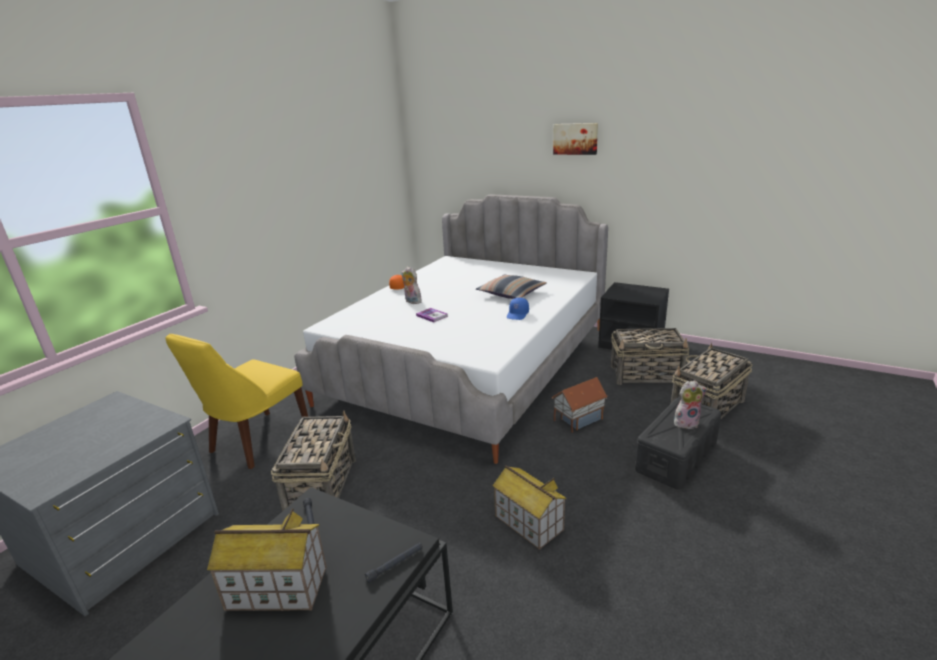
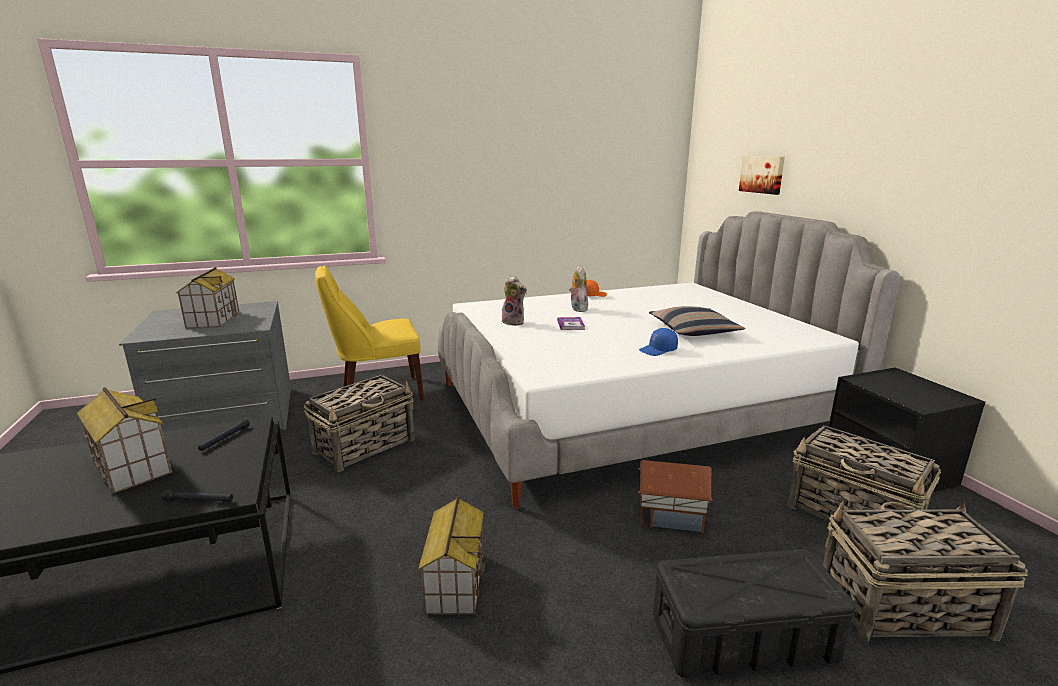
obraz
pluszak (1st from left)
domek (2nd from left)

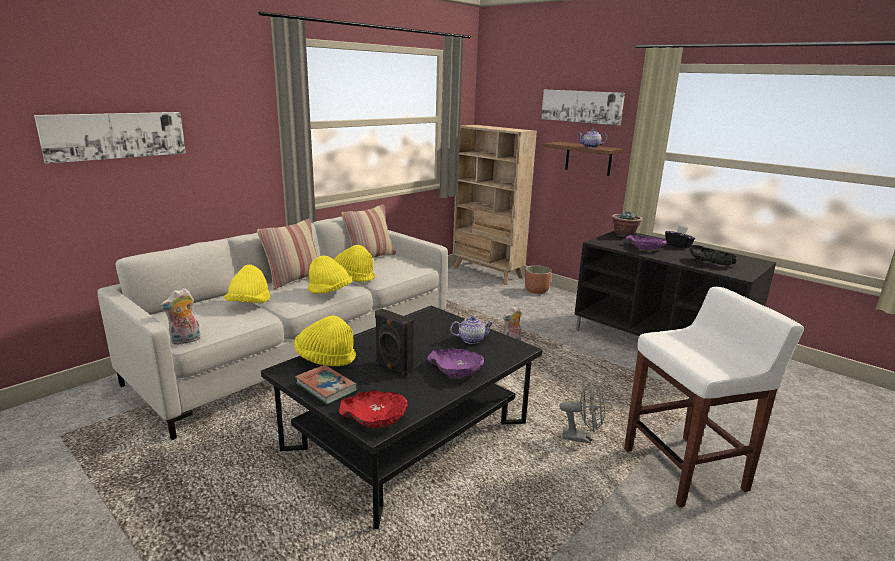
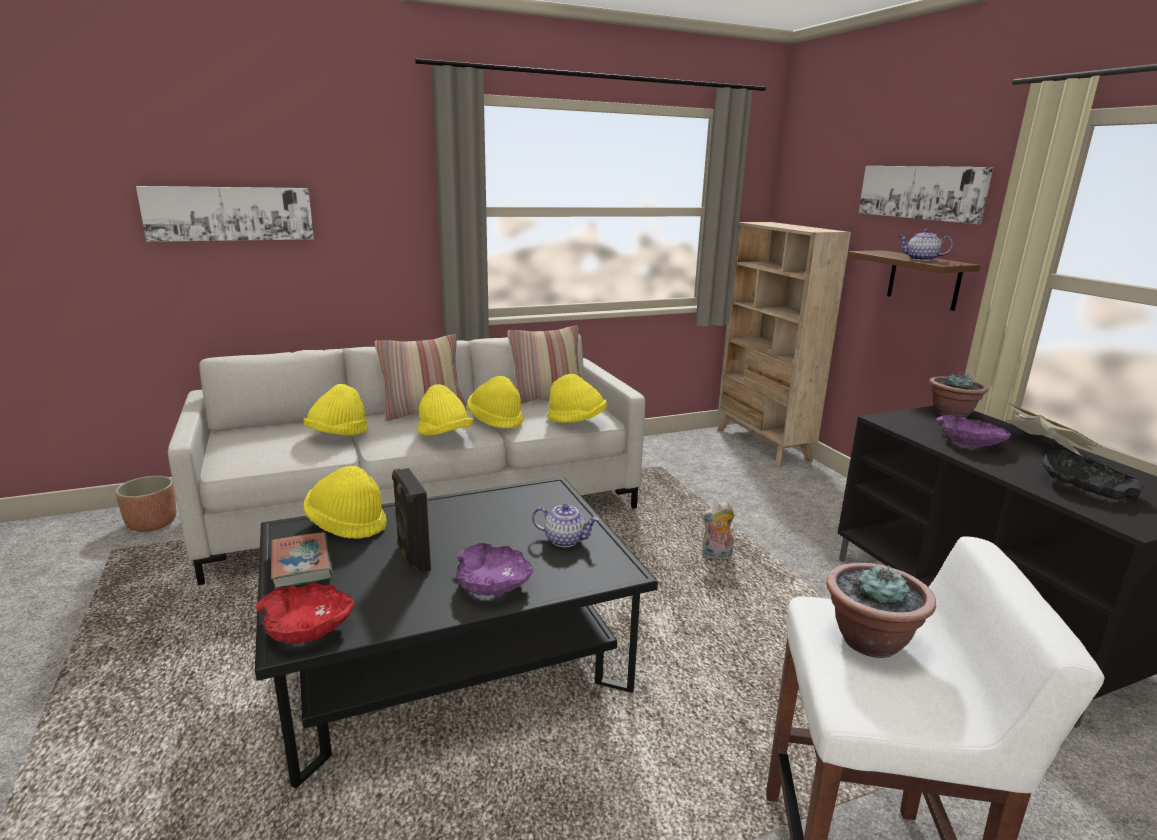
pluszak (1st from left in the first image)
donica
wentylator/szary
książka (2nd from left)
kapelusz/żółty (5th from left)
roślina doniczkowa (1st from left)

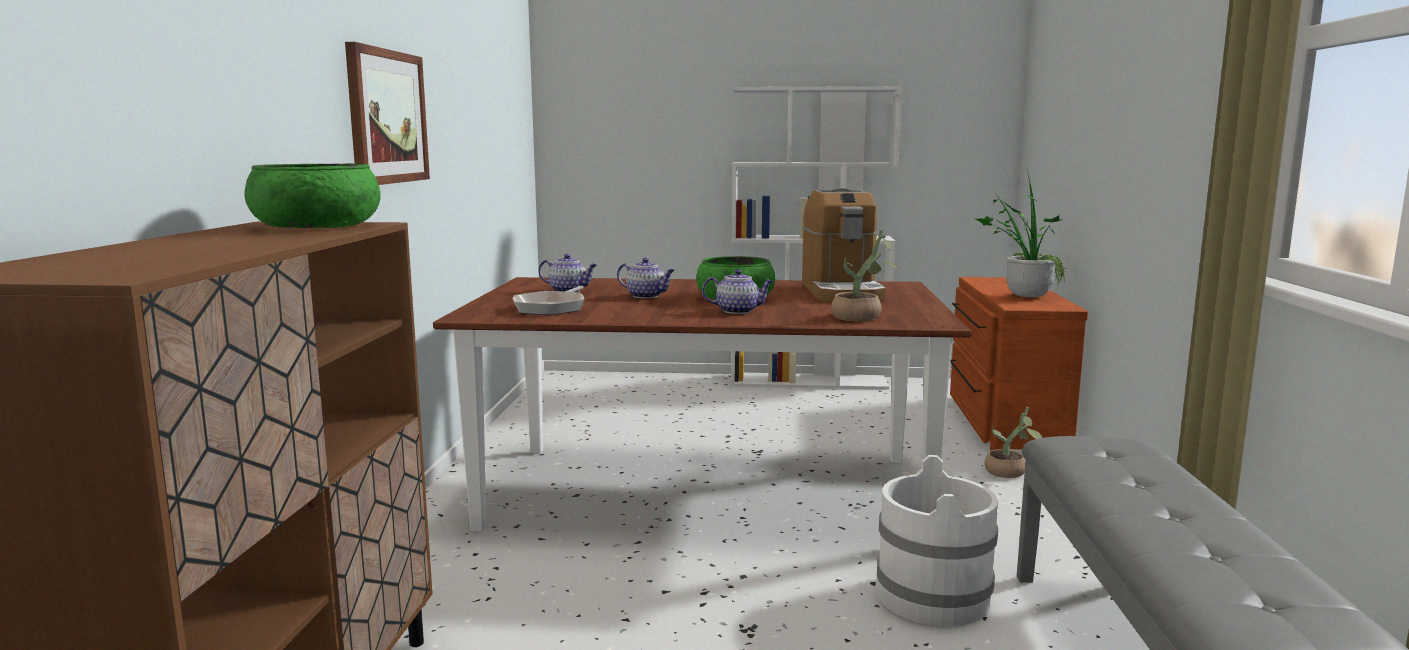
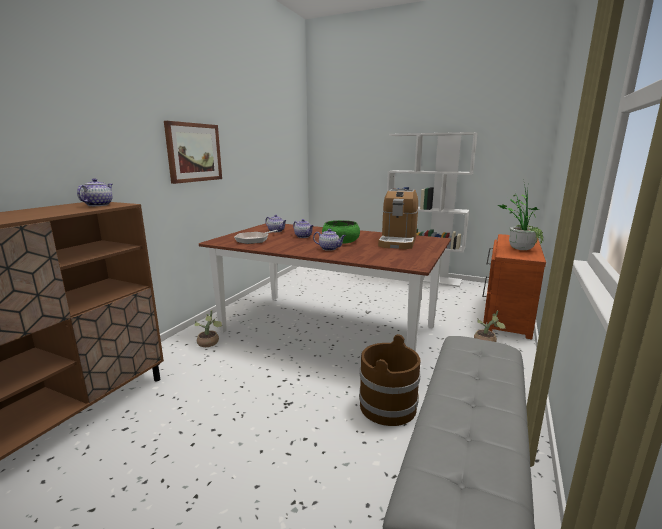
imbryk (1st from left)
roślina doniczkowa (1st from left)
wiadro/brązowy

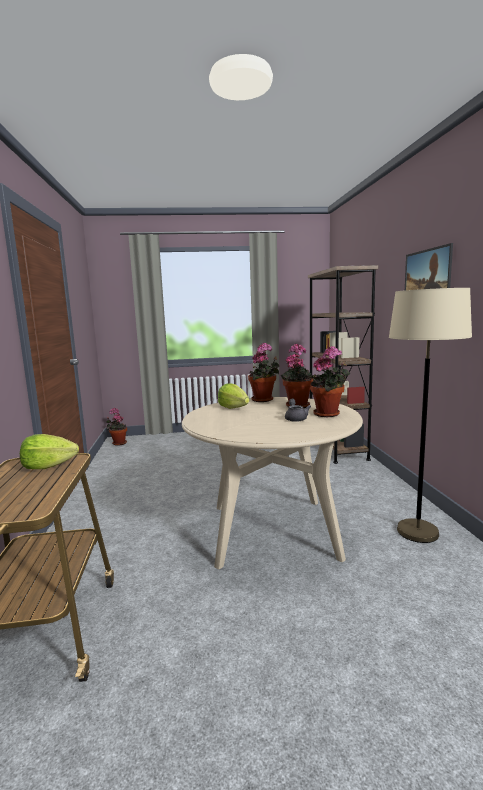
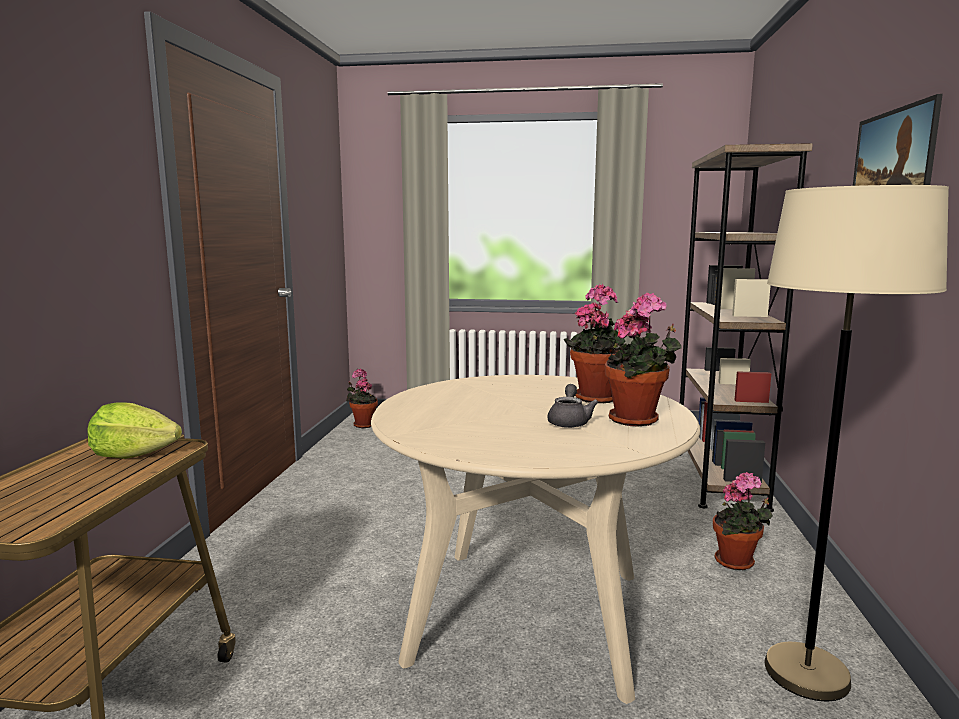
sałata (2nd from left in the first image)
roślina doniczkowa (4th from left)

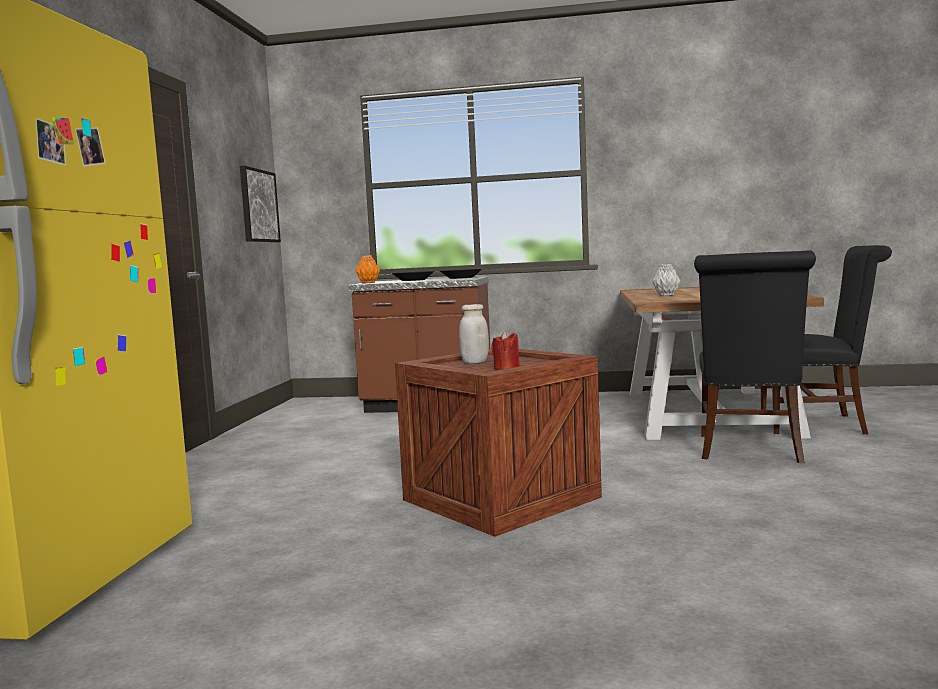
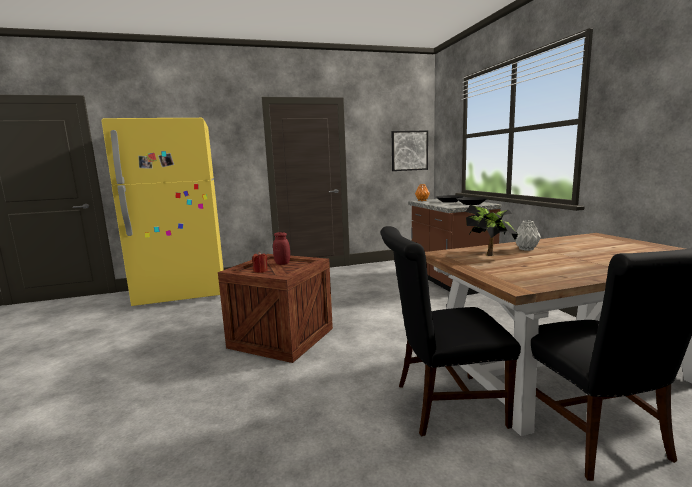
słoik/czerwony
roślina doniczkowa

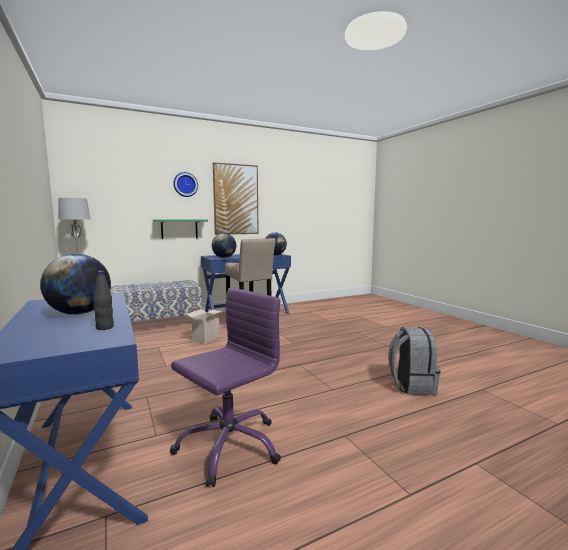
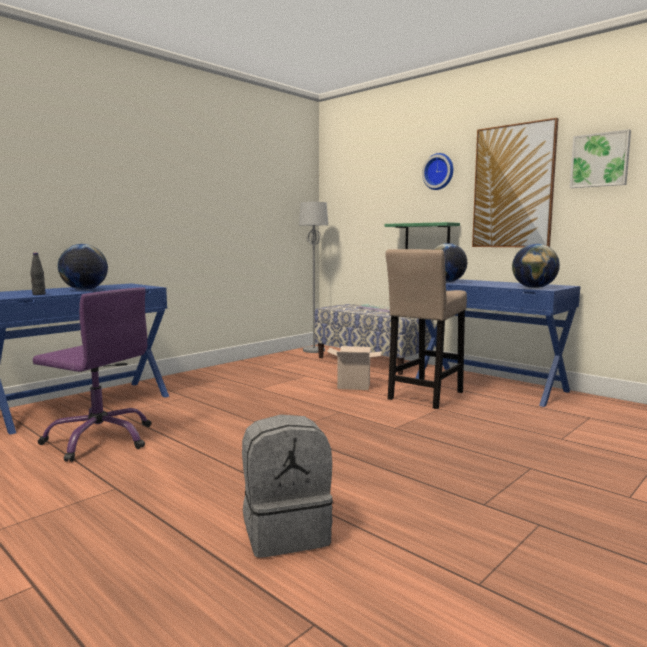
obraz (2nd from left)

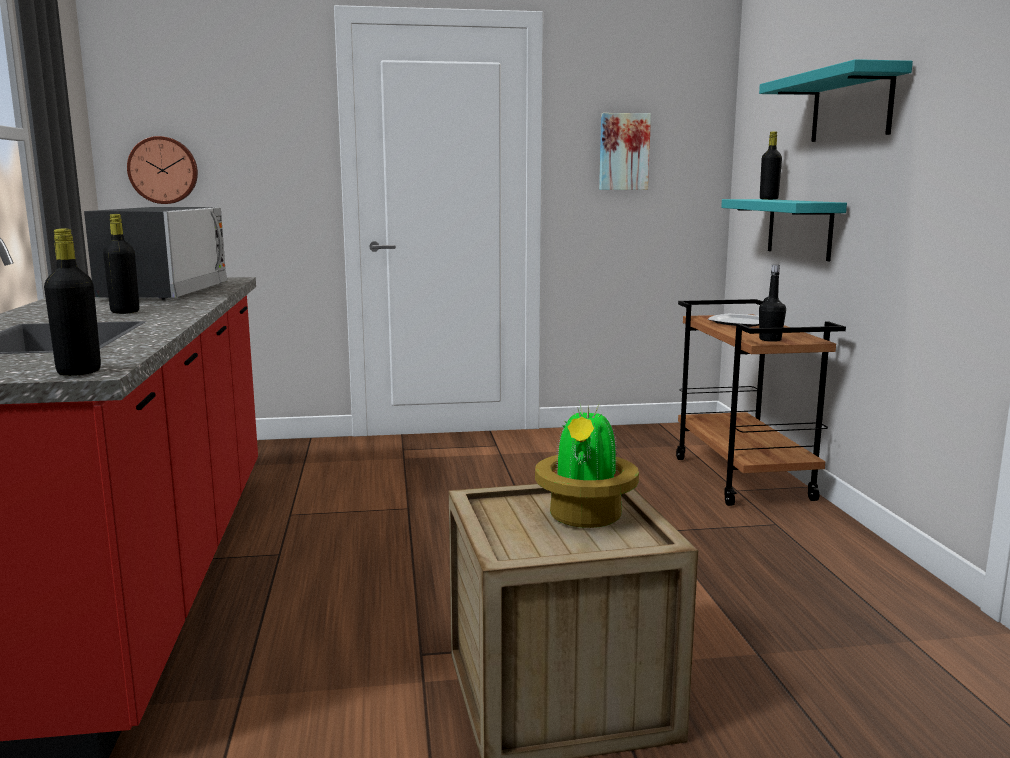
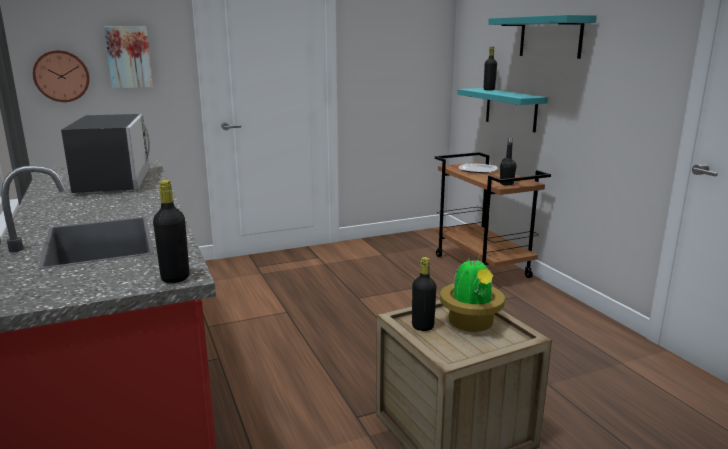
butelka/czarny (2nd from left)
obraz

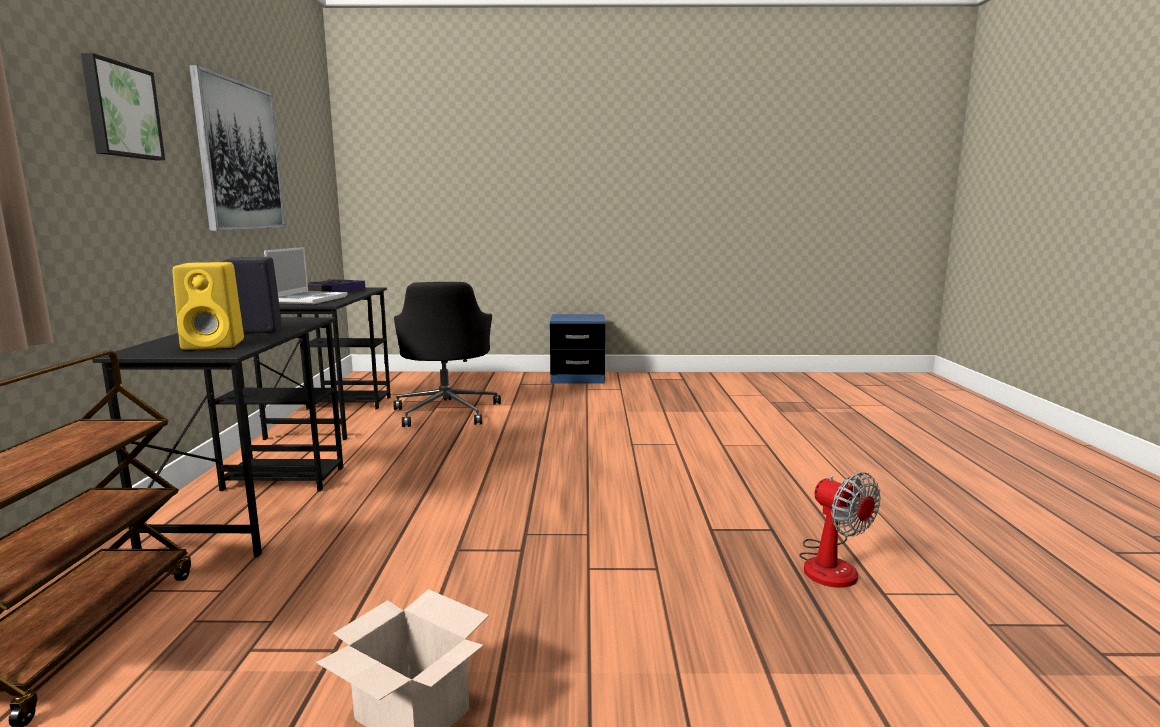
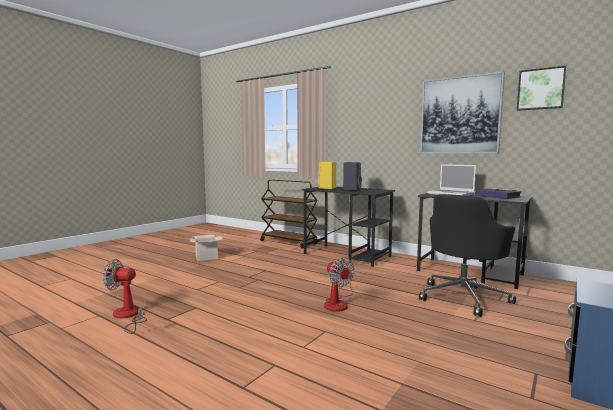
obraz (2nd from left)
krzesło biurowe/czarny
wentylator (2nd from left)

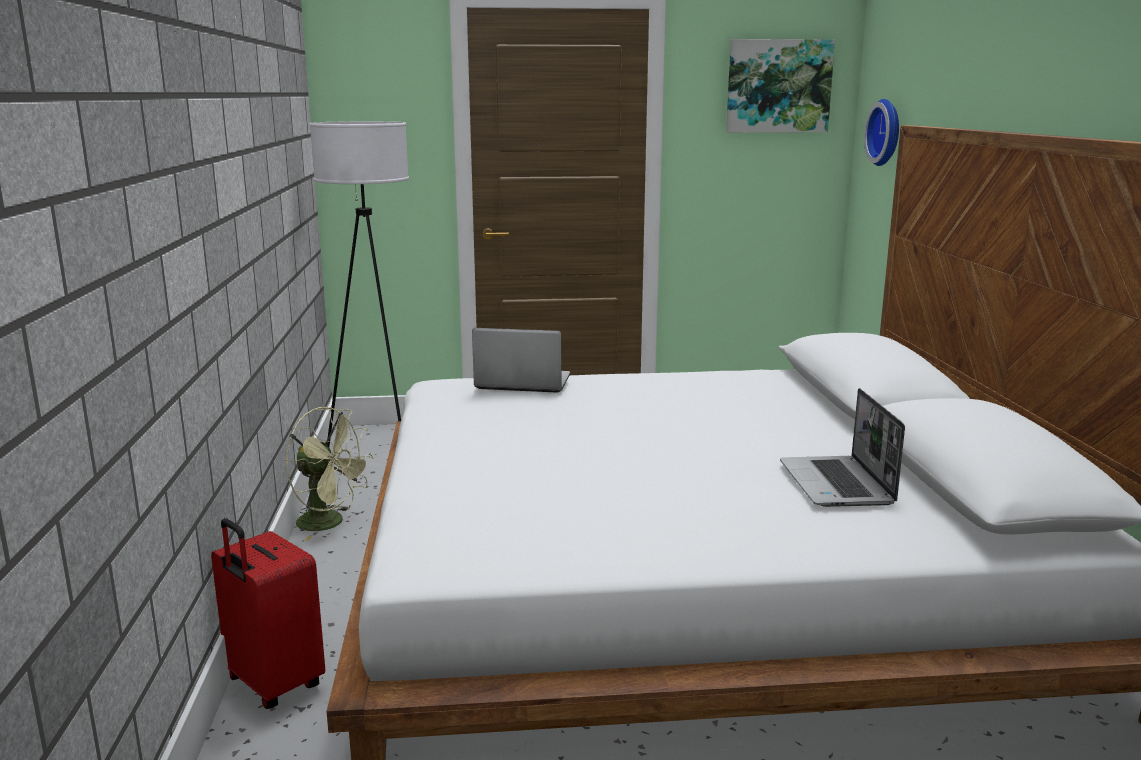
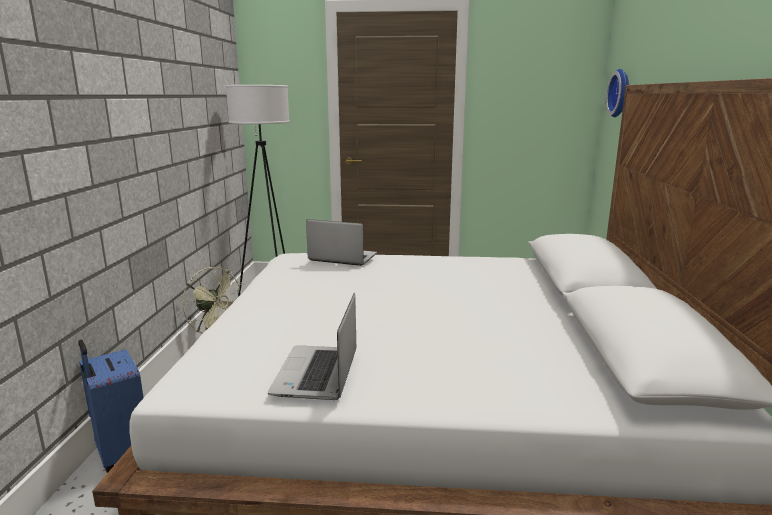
walizka/niebieski
obraz
laptop (1st from left)

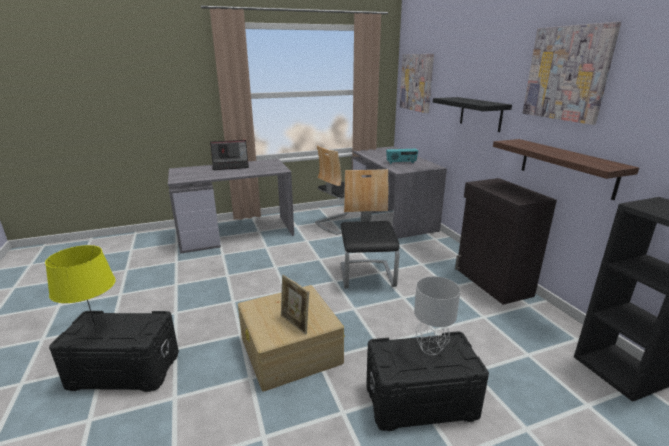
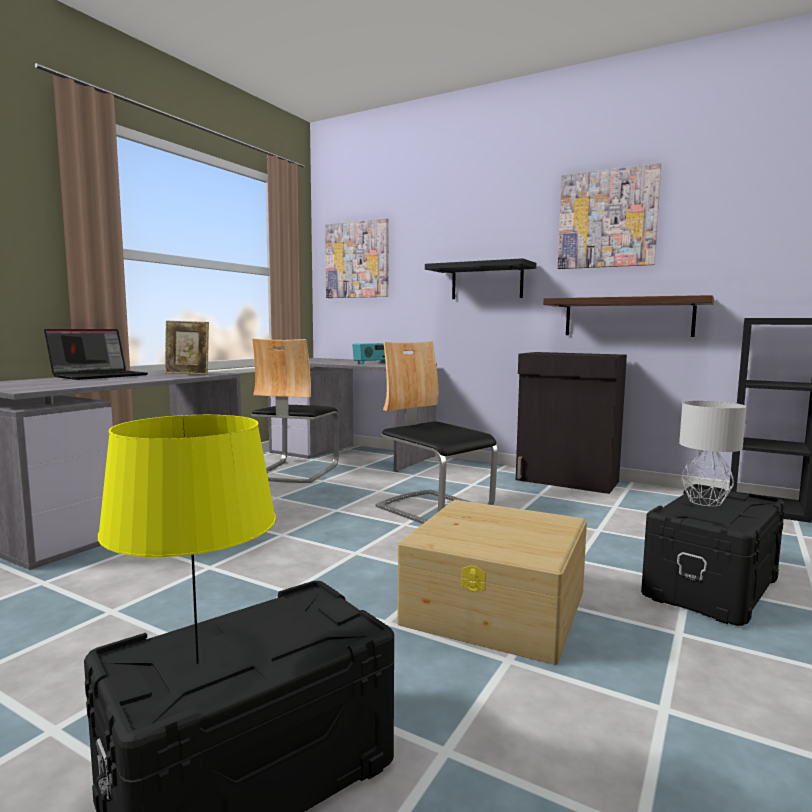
ramka na zdjęcie

